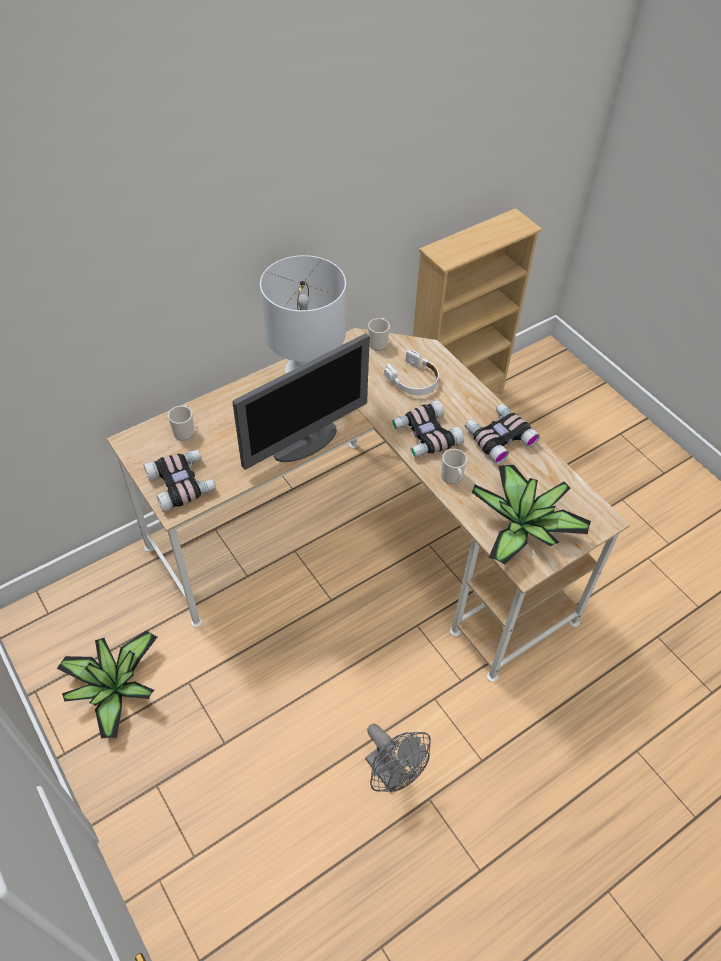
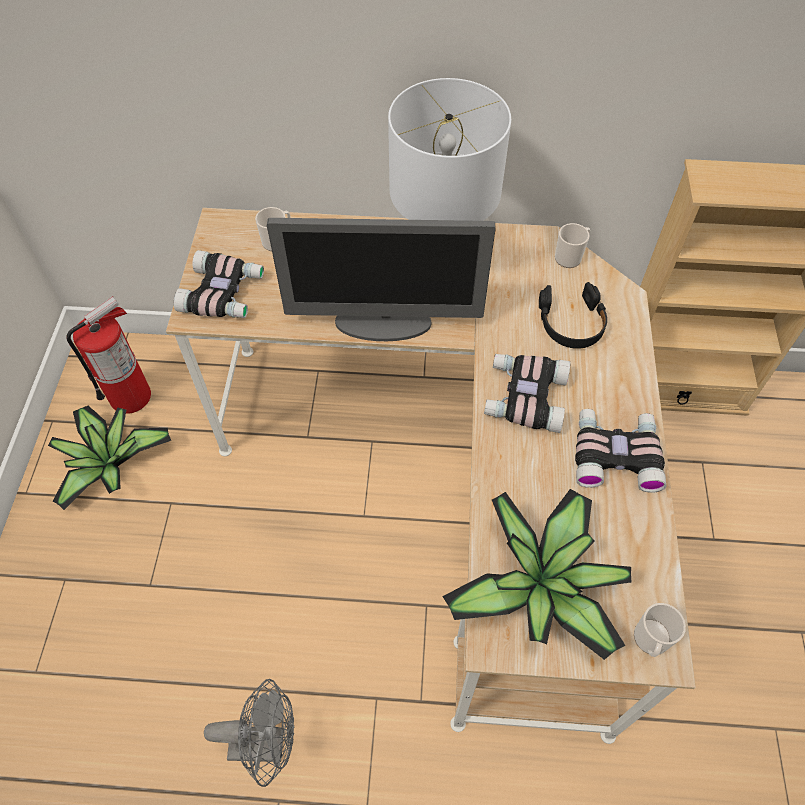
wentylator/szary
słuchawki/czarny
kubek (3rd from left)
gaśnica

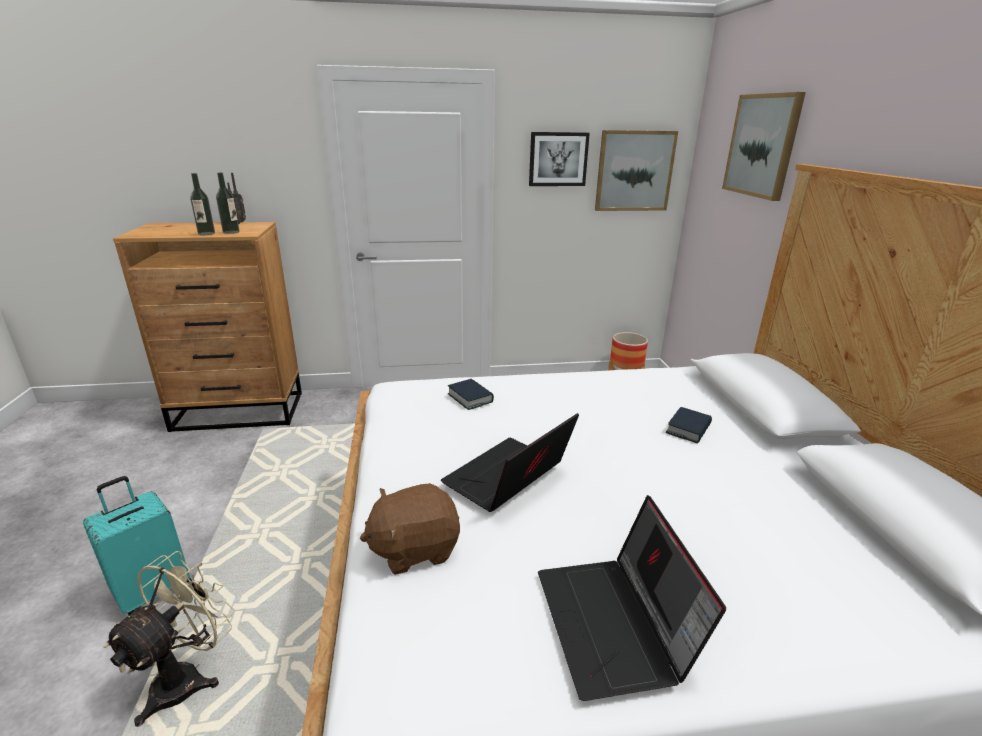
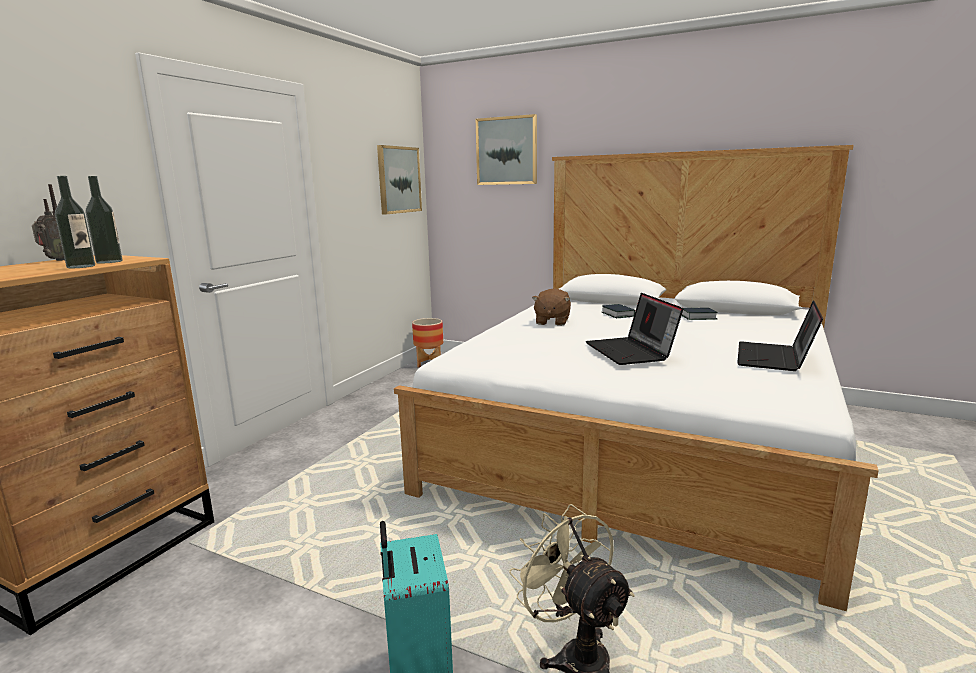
pluszak/brązowy
książka (2nd from left)
obraz (1st from left in the first image)
laptop (2nd from left)

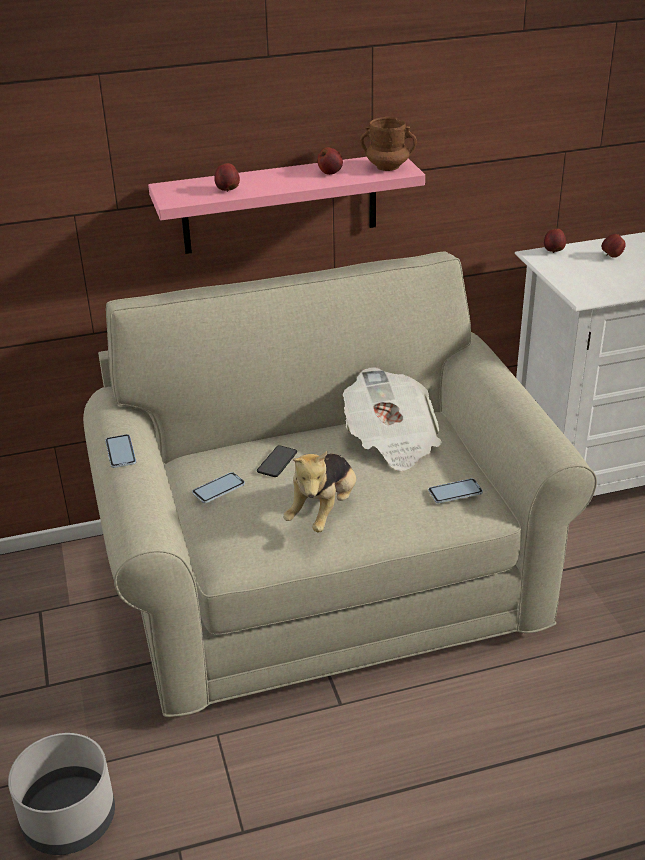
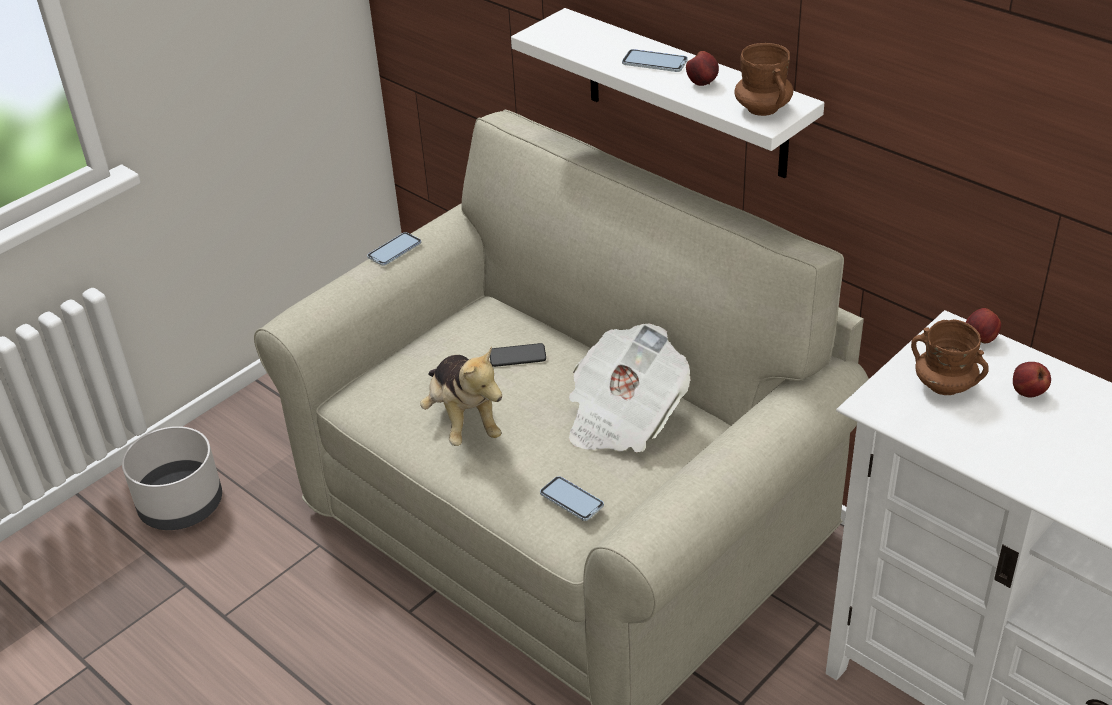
półka/biały
telefon (4th from left)
jabłko (1st from left in the first image)
pluszak
kubek/brązowy (2nd from left)

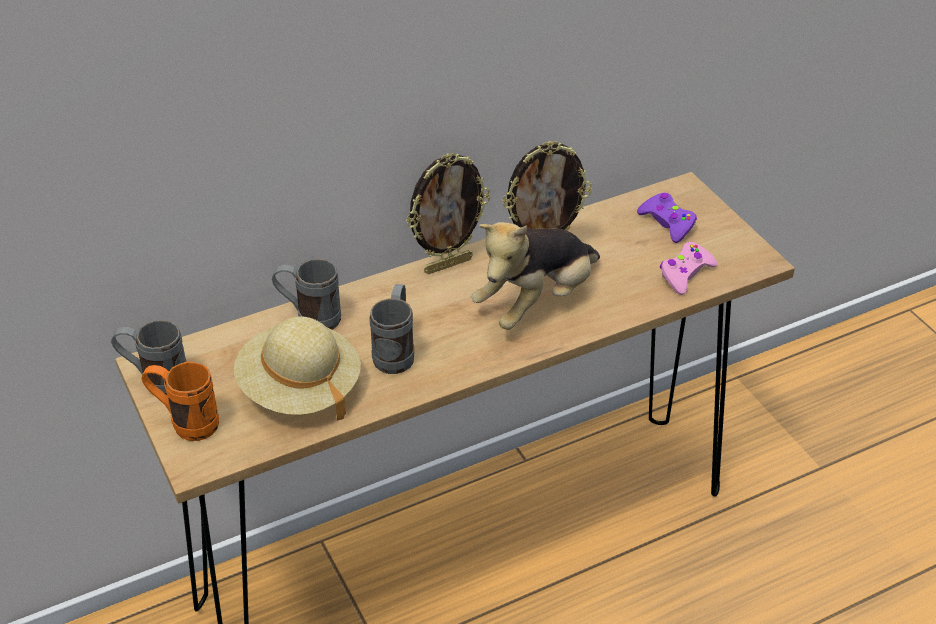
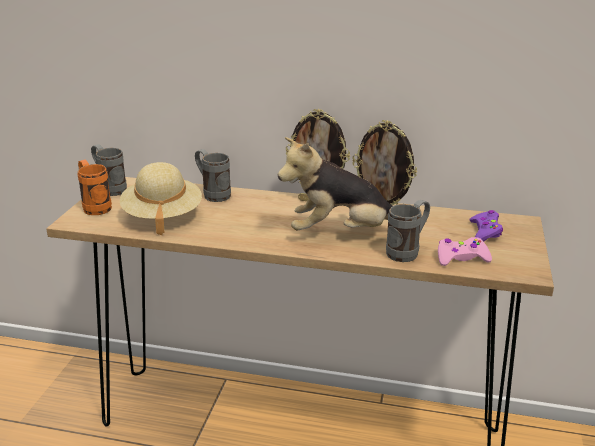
kubek/szary (3rd from left)

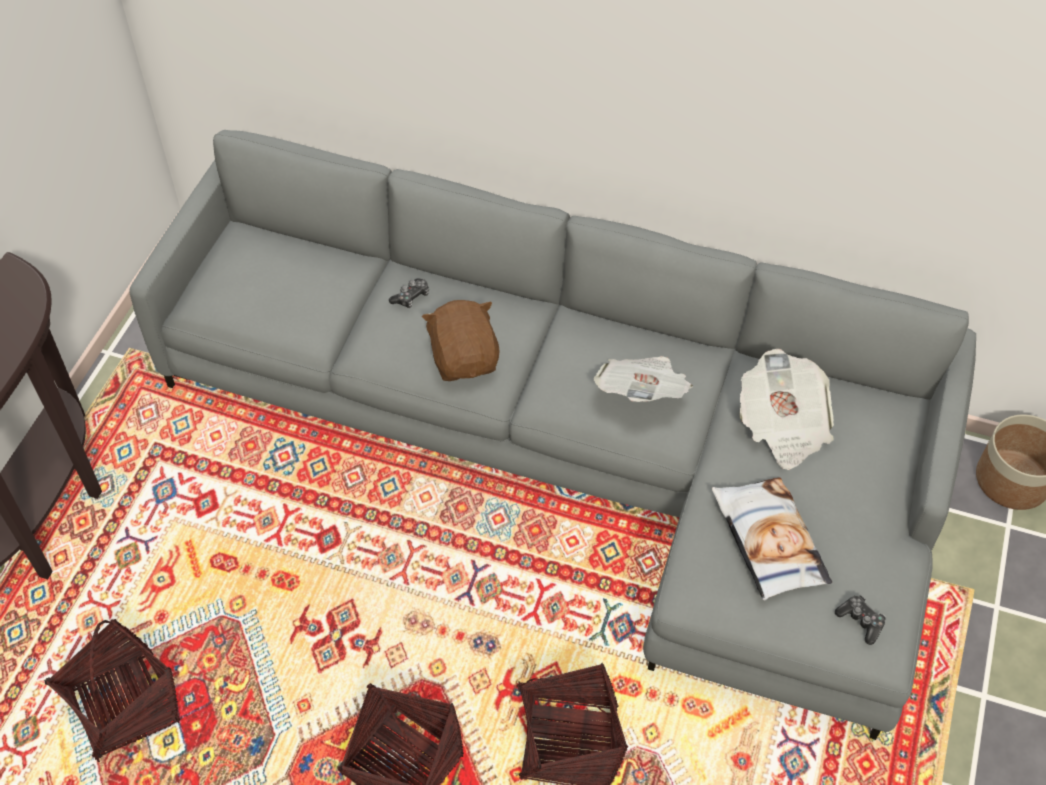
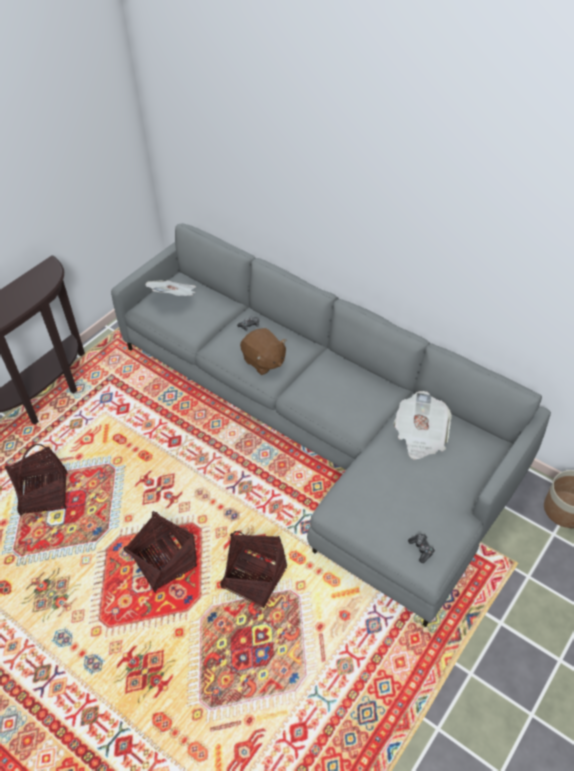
pluszak/brązowy
gazeta (1st from left)
poduszka

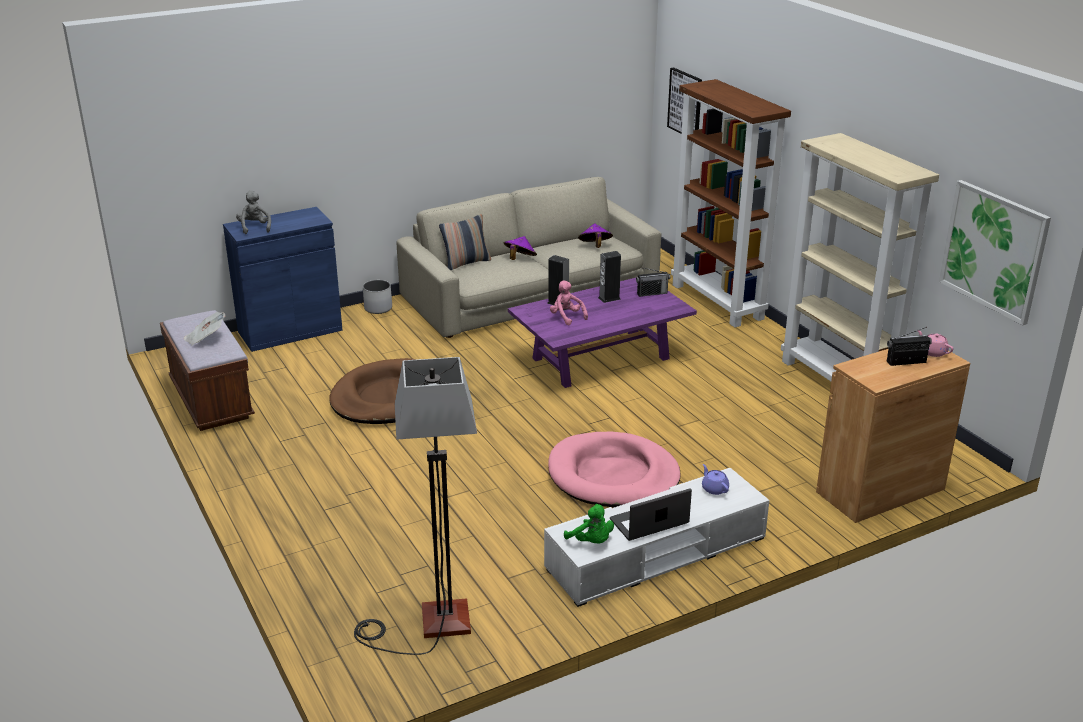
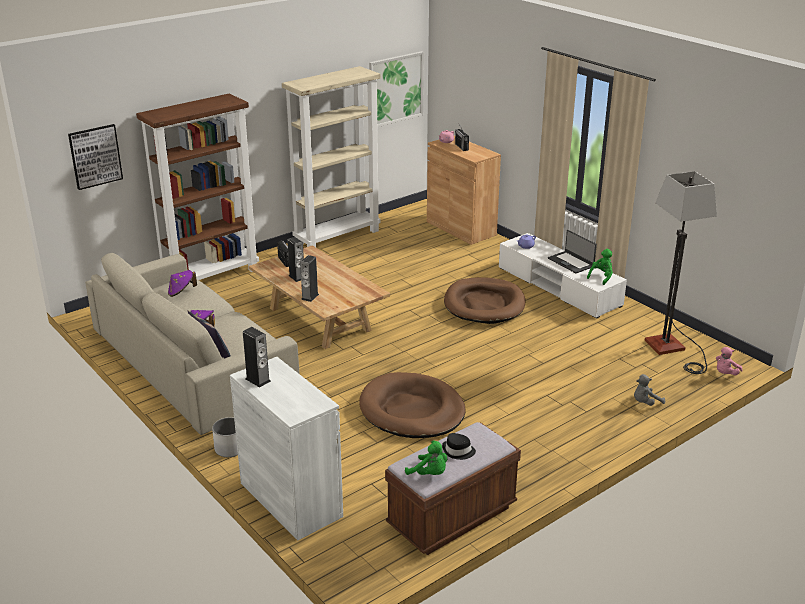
kapelusz/czarny
szafka/biały
pluszak/szary
ława/beżowy
legowisko/brązowy (2nd from left)
pluszak/różowy
głośnik (1st from left)
pluszak/zielony (1st from left)

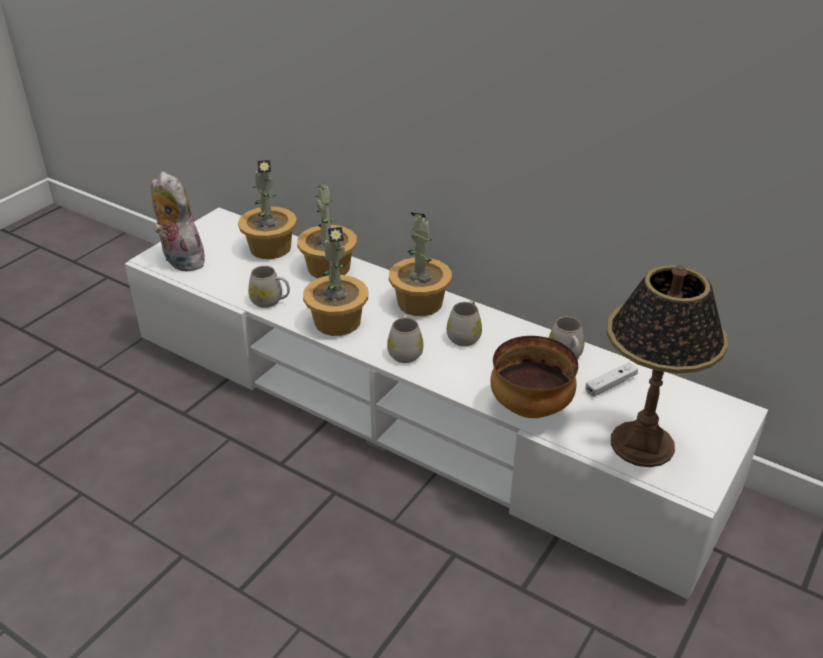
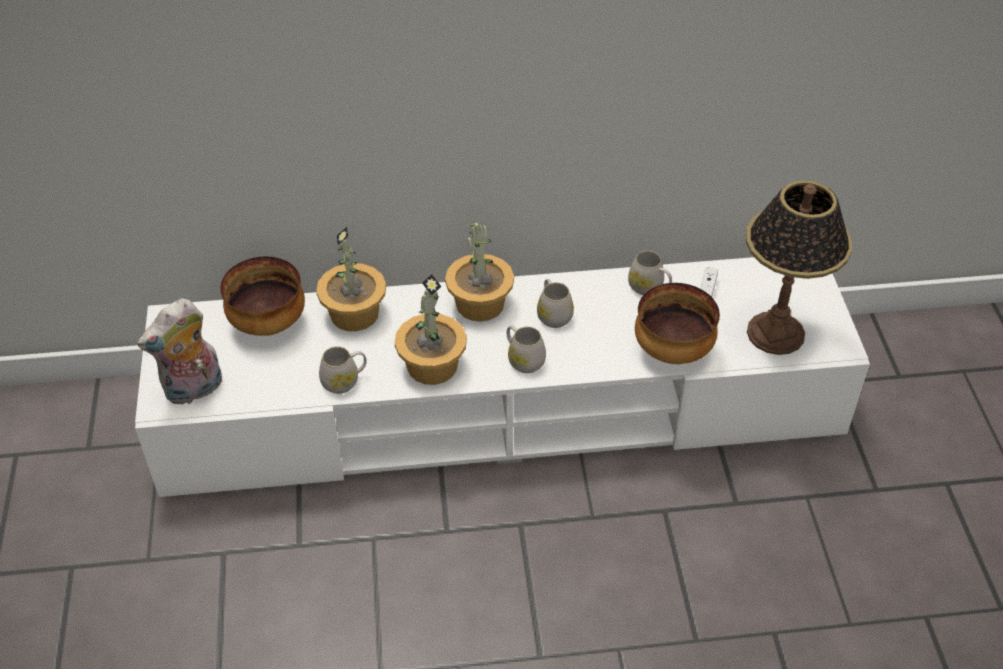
pluszak
miska (1st from left)

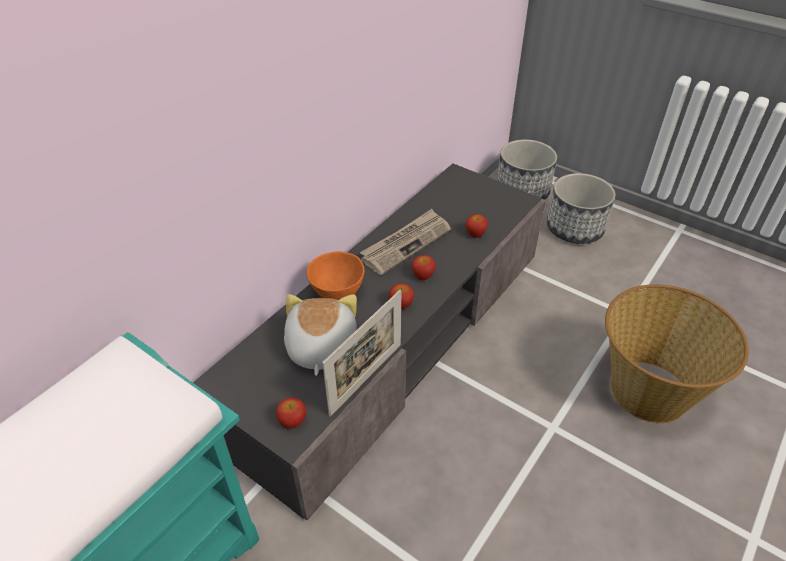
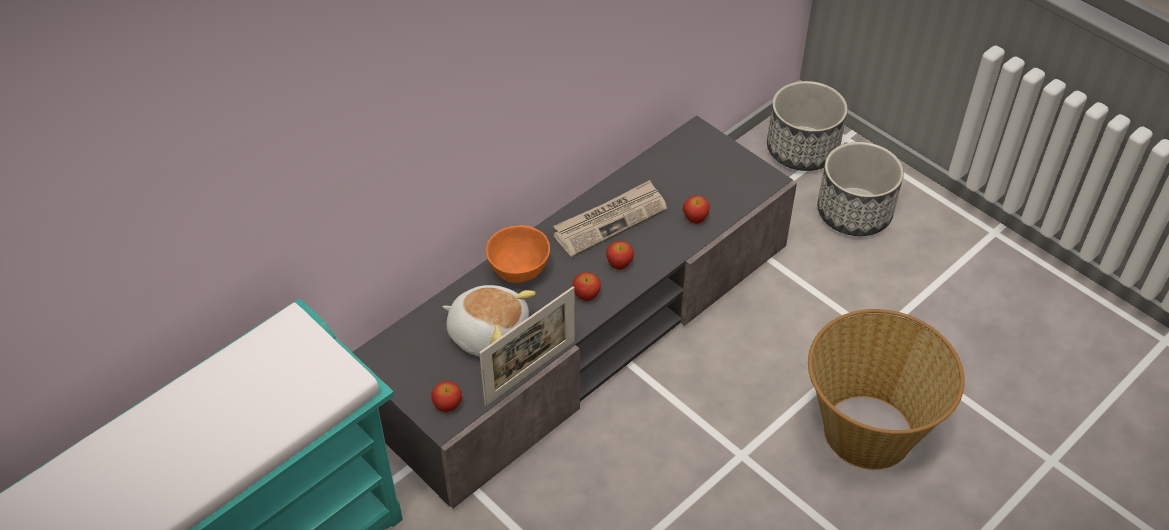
pluszak

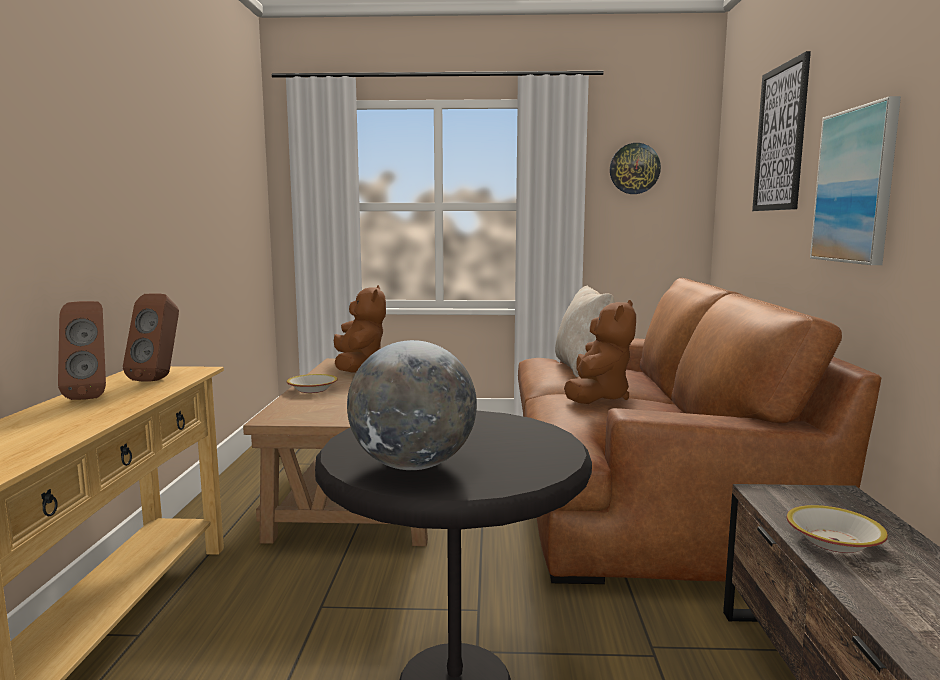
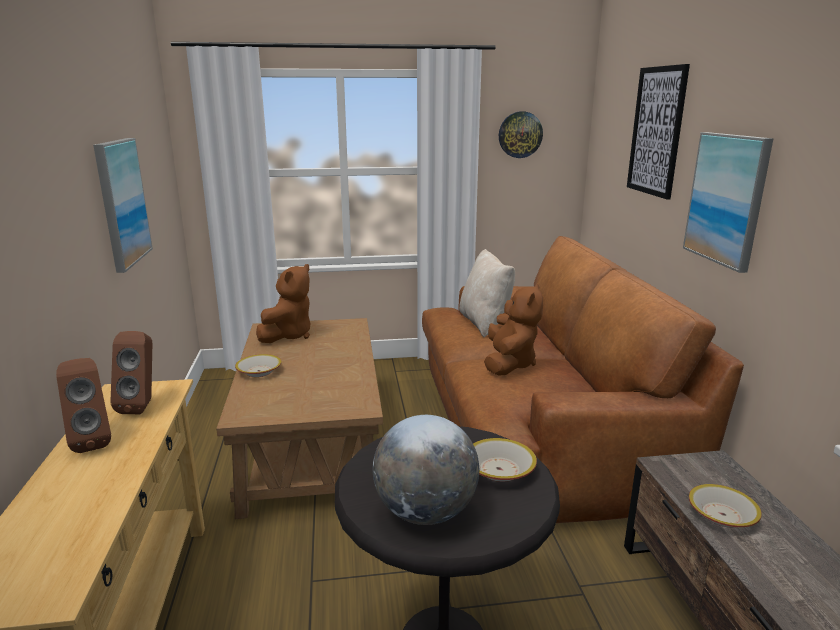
pluszak/brązowy (1st from left)
obraz (1st from left)
miska (2nd from left)

